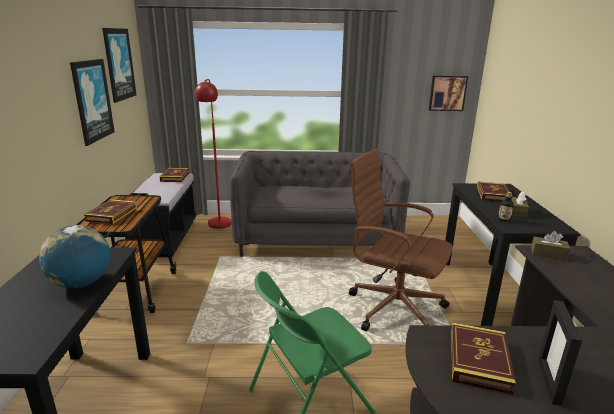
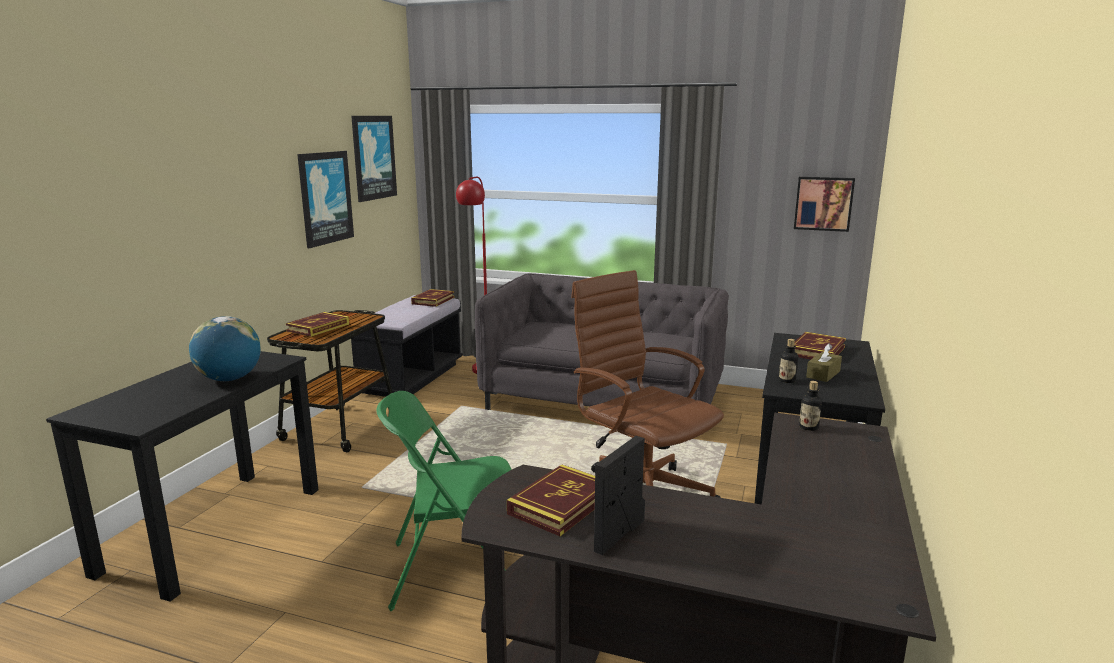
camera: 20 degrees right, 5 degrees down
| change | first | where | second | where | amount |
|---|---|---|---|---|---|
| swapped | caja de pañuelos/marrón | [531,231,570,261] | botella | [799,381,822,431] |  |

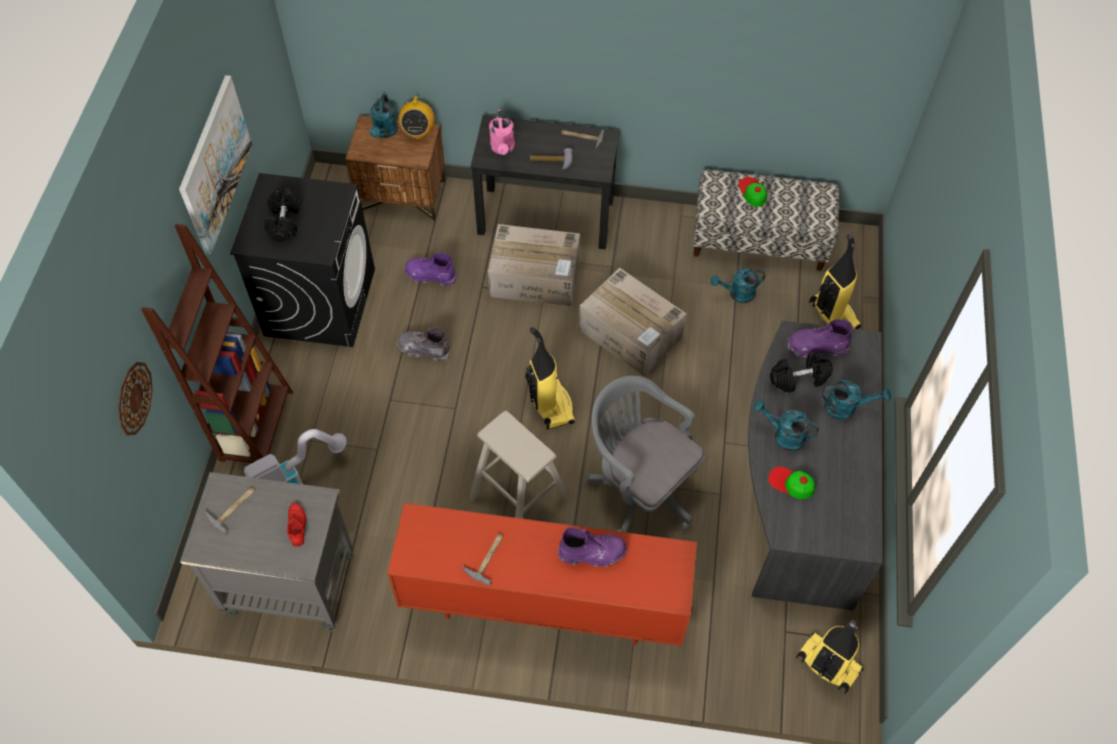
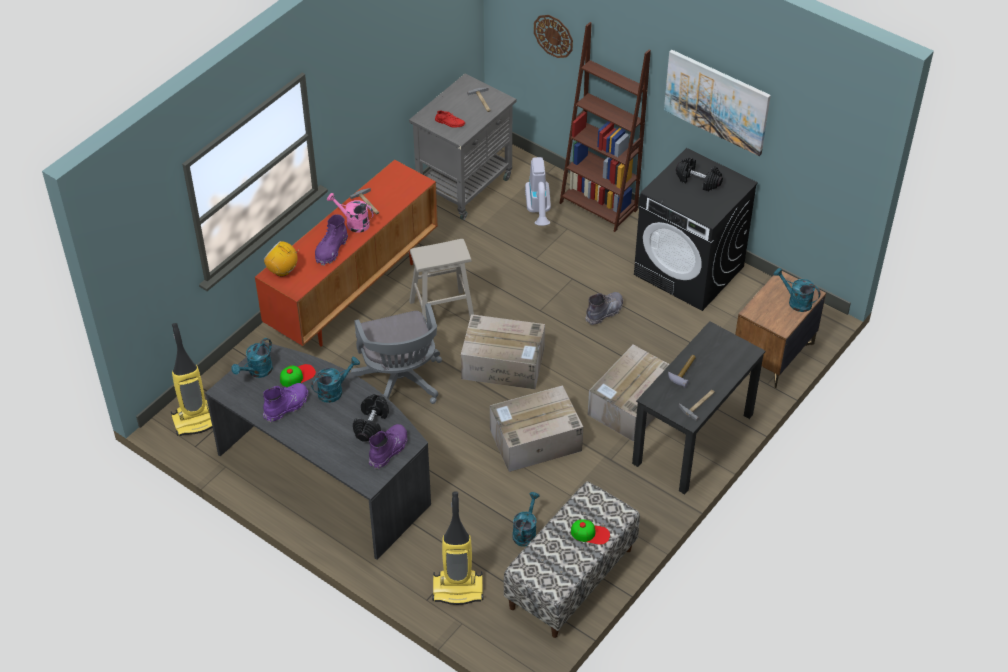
camera: 120 degrees right, 10 degrees down
| change | first | where | second | where | amount |
|---|---|---|---|---|---|
| shifted | radio | [398,96,435,139] |  | [264,241,300,276] |  |
| shifted | regadera/rosa | [489,109,515,155] |  | [327,193,374,233] |  |
| shifted | bota/morado | [404,253,456,286] |  | [263,383,309,422] |  |
| swapped | aspiradora | [525,327,575,429] | caja de cartón | [461,314,545,389] |  |
| rotated | silla de oficina/gris | [587,376,705,533] |  | [351,303,442,404] | 90 degrees clockwise |
| shifted | regadera/turquesa | [822,380,891,420] |  | [231,338,273,378] |  |

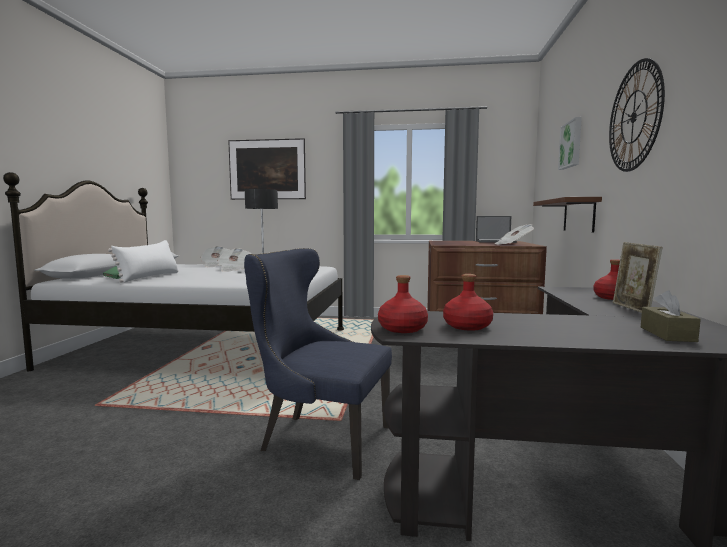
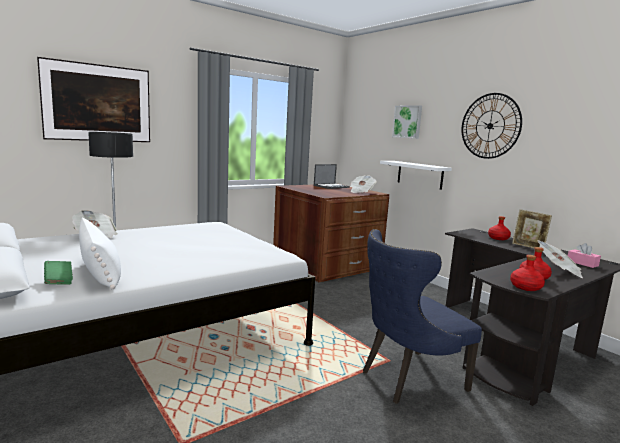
camera: 45 degrees left, 5 degrees up
| change | first | where | second | where | amount |
|---|---|---|---|---|---|
| repainted | estante/marrón | [533,197,602,233] | estante/blanco | [380,161,452,190] |  |
| shifted | periódico | [217,248,252,272] |  | [537,240,583,278] |  |
| repainted | caja de pañuelos/marrón | [641,290,701,342] | caja de pañuelos/rosa | [568,243,601,268] |  |

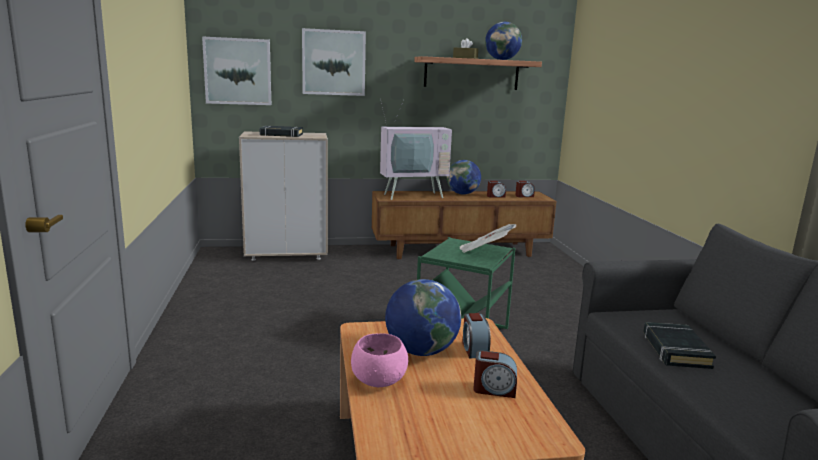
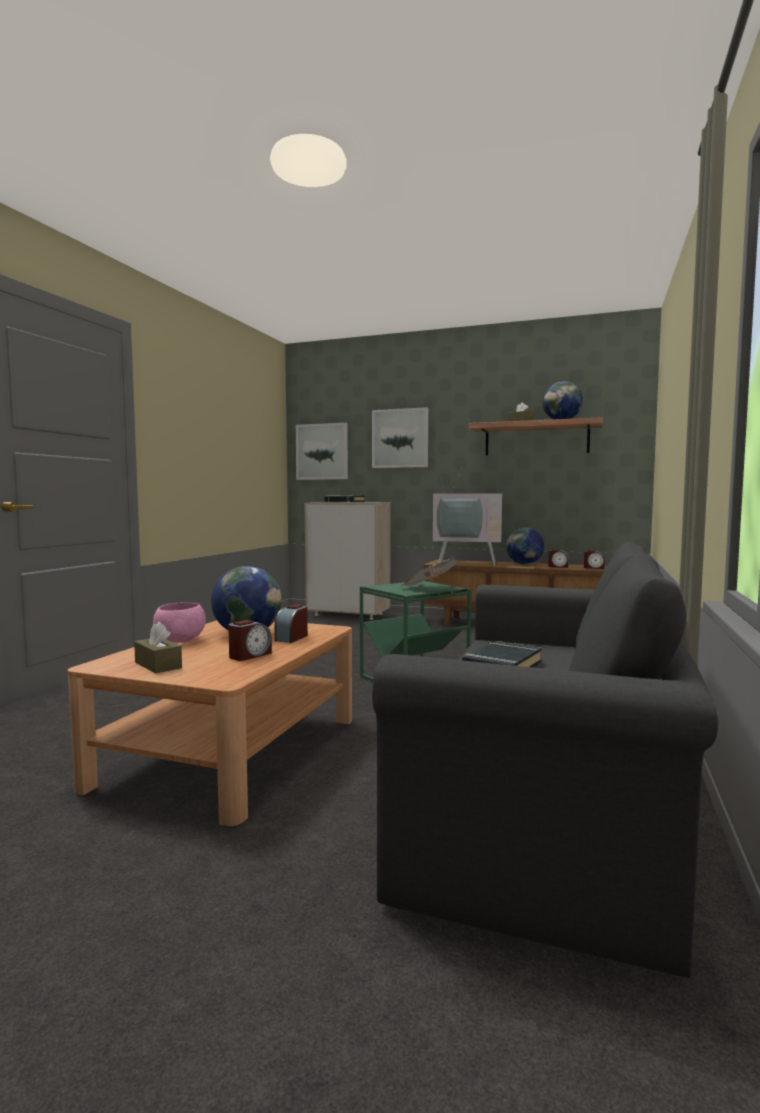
camera: 30 degrees right, 10 degrees down
| change | first | where | second | where | amount |
|---|---|---|---|---|---|
| rotated | despertador | [473,350,517,398] |  | [228,620,272,661] | 90 degrees counterclockwise |
| new |  |  | caja de pañuelos/marrón | [134,622,182,673] |  |

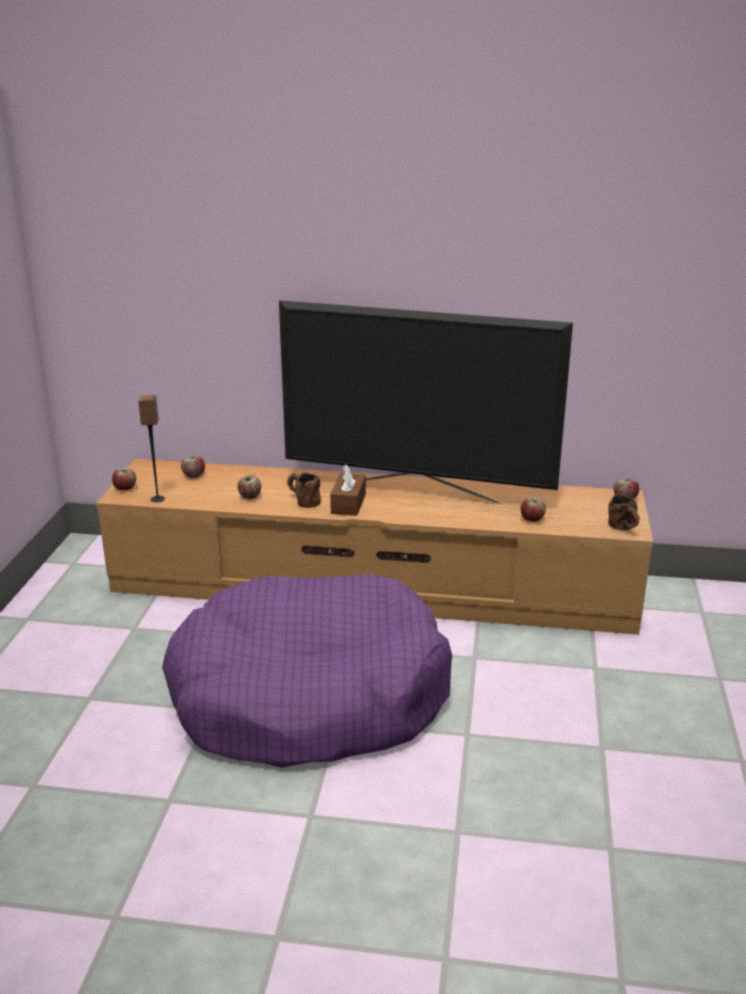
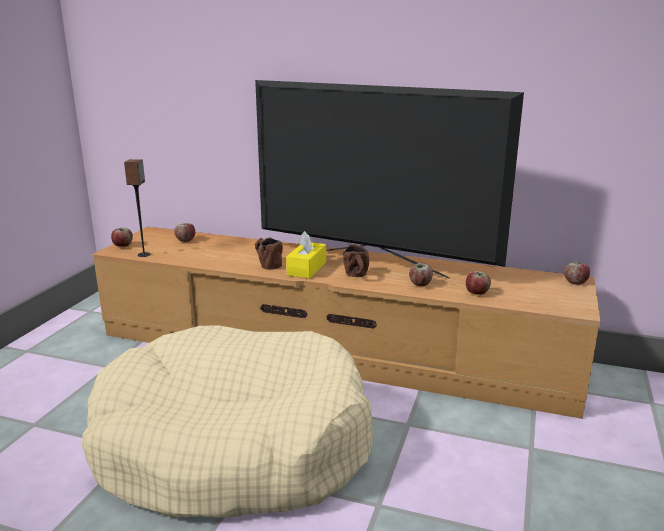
camera: 10 degrees right, 5 degrees down
| change | first | where | second | where | amount |
|---|---|---|---|---|---|
| repainted | caja de pañuelos/marrón | [330,464,366,516] | caja de pañuelos/amarillo | [286,231,326,279] |  |
| shifted | manzana | [237,475,261,499] |  | [409,263,433,286] |  |
| shifted | taza grande/marrón | [608,494,640,530] |  | [343,245,369,277] |  |
| repainted | cama para perro/morado | [162,574,452,768] | cama para perro/beis | [82,326,373,518] |  |

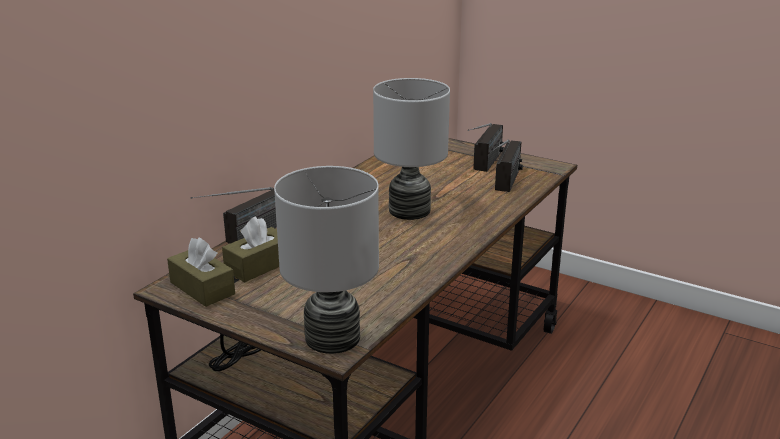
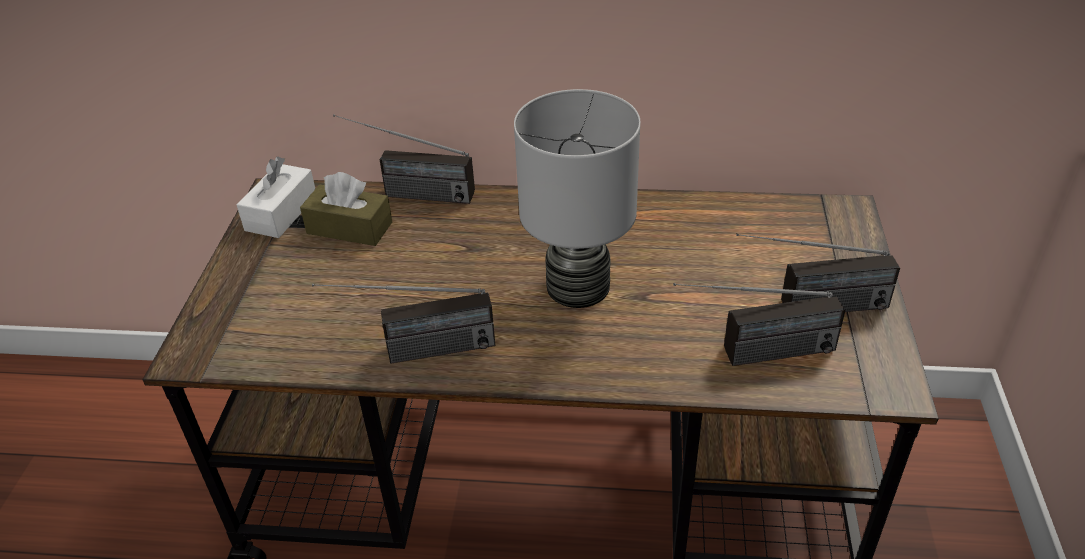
camera: 65 degrees right, 15 degrees up
| change | first | where | second | where | amount |
|---|---|---|---|---|---|
| gone | lámpara de mesa/gris | [274,166,379,354] |  |  |  |
| repainted | caja de pañuelos/marrón | [167,237,235,307] | caja de pañuelos/blanco | [237,157,315,238] |  |
| new |  |  | radio | [312,284,495,364] |  |

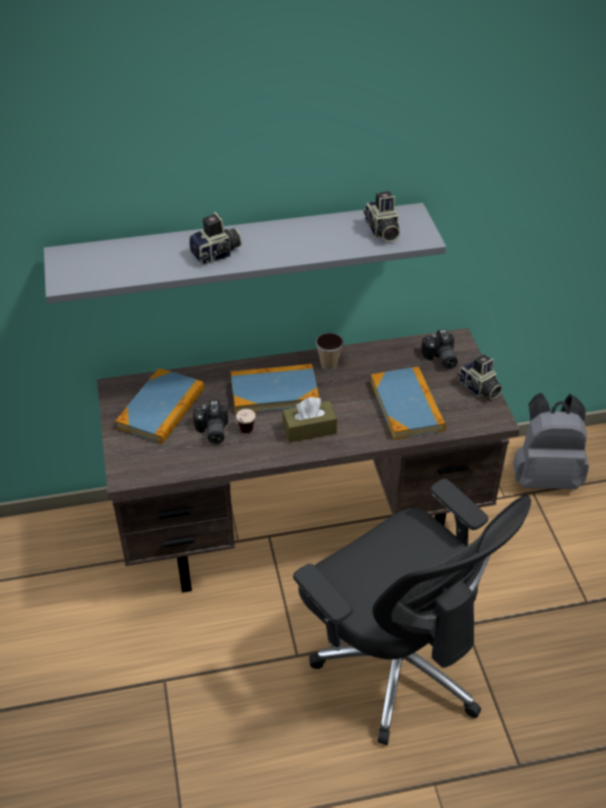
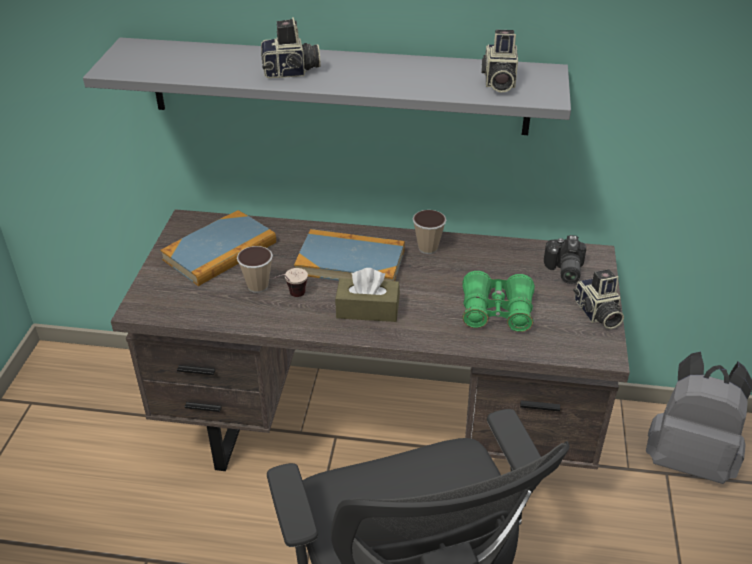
camera: 20 degrees right, 5 degrees down
| change | first | where | second | where | amount |
|---|---|---|---|---|---|
| swapped | libro | [370,366,446,440] | prismáticos/verde | [462,271,535,332] |  |
| swapped | cámara | [193,400,228,444] | taza | [237,246,273,293] |  |

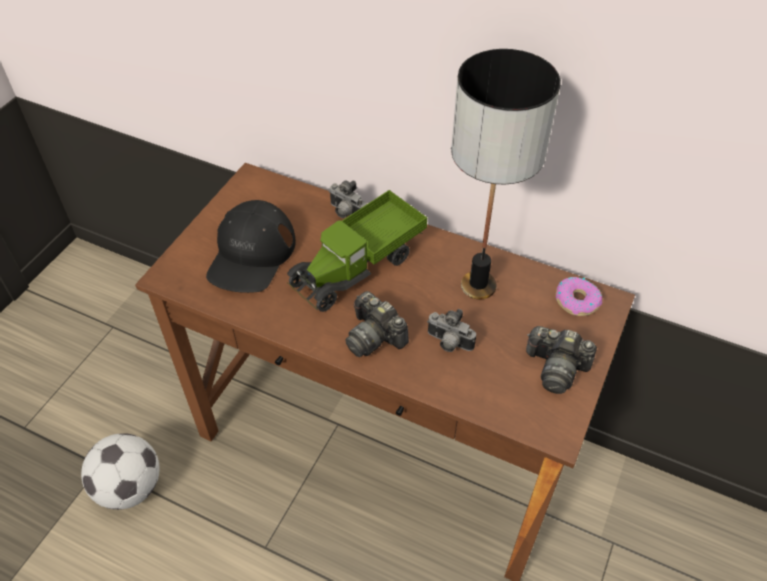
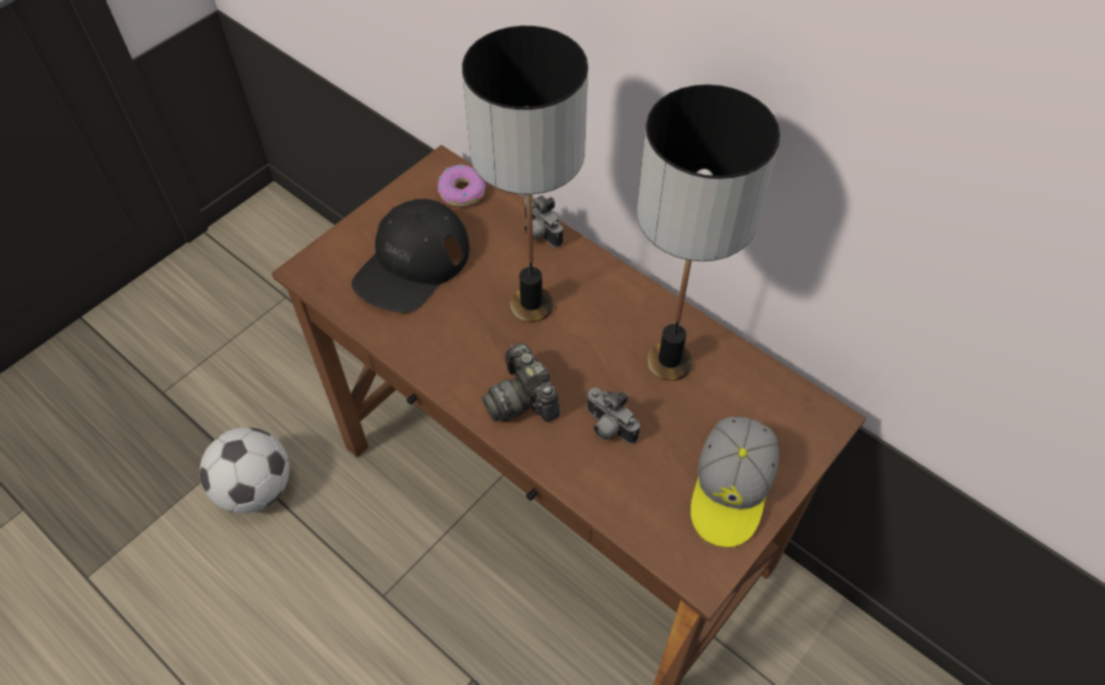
camera: 15 degrees right, 5 degrees up
| change | first | where | second | where | amount |
|---|---|---|---|---|---|
| swapped | camión de juguete | [287,190,428,312] | lámpara de mesa | [462,26,588,322] |  |
| shifted | rosquilla | [556,277,602,316] |  | [438,164,486,206] |  |
| swapped | cámara | [526,326,597,394] | gorra | [691,417,779,548] |  |

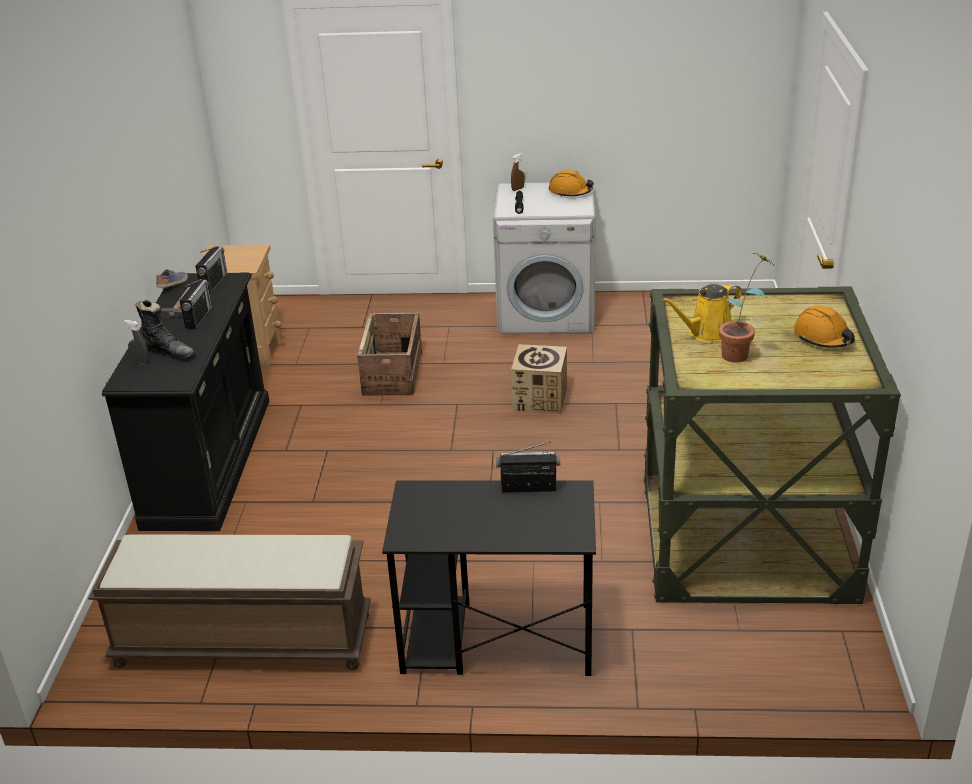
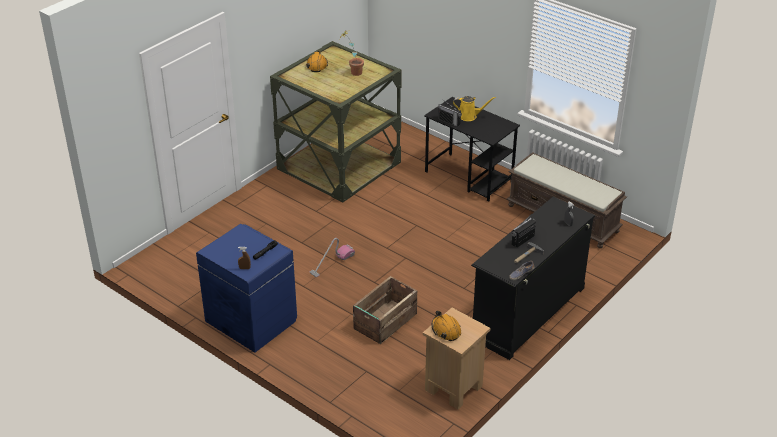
camera: 145 degrees left, 5 degrees up
| change | first | where | second | where | amount |
|---|---|---|---|---|---|
| shifted | casco/naranja | [549,170,594,197] |  | [431,310,461,341] |  |
| repainted | lavadora/blanco | [493,182,596,334] | lavadora/azul | [196,224,297,353] |  |
| gone | radio | [195,246,227,293] |  |  |  |
| shifted | regadera/amarillo | [662,283,742,342] |  | [453,96,496,121] |  |
| gone | bota/negro | [134,300,195,359] |  |  |  |
| swapped | caja de cartón | [511,344,567,414] | aspiradora | [310,238,355,277] |  |

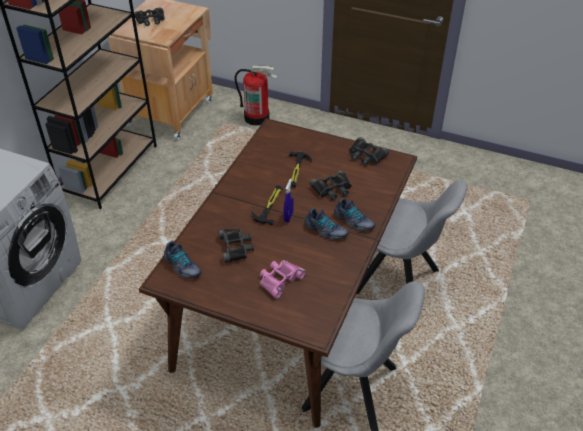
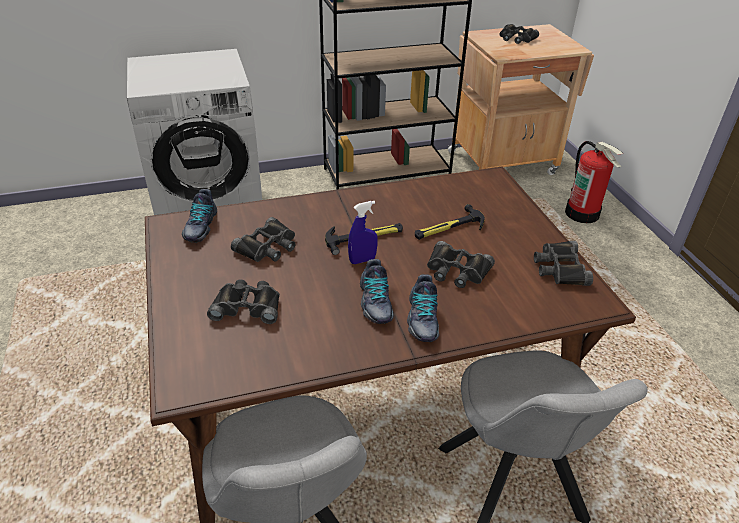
camera: 50 degrees right, 5 degrees down
| change | first | where | second | where | amount |
|---|---|---|---|---|---|
| repainted | prismáticos/rosa | [260,260,306,299] | prismáticos/negro | [207,279,280,324] |  |

